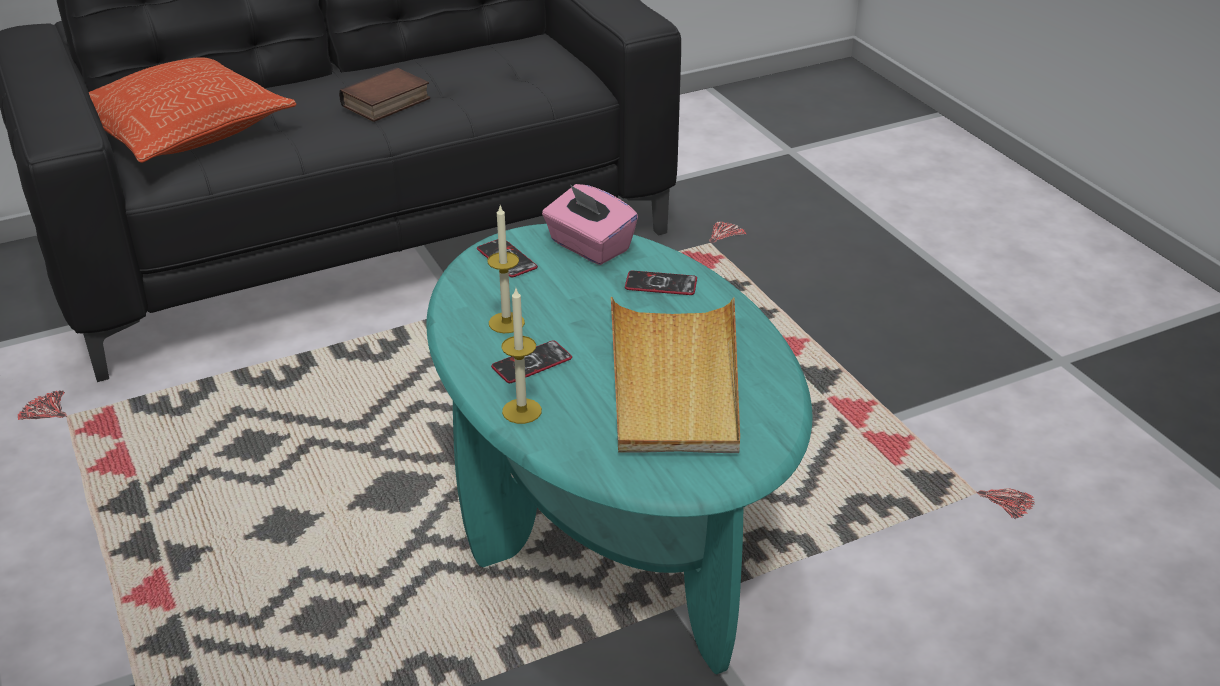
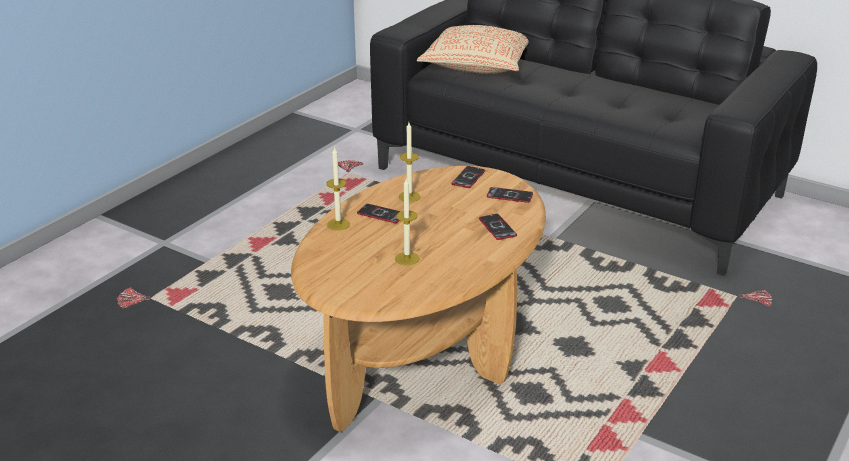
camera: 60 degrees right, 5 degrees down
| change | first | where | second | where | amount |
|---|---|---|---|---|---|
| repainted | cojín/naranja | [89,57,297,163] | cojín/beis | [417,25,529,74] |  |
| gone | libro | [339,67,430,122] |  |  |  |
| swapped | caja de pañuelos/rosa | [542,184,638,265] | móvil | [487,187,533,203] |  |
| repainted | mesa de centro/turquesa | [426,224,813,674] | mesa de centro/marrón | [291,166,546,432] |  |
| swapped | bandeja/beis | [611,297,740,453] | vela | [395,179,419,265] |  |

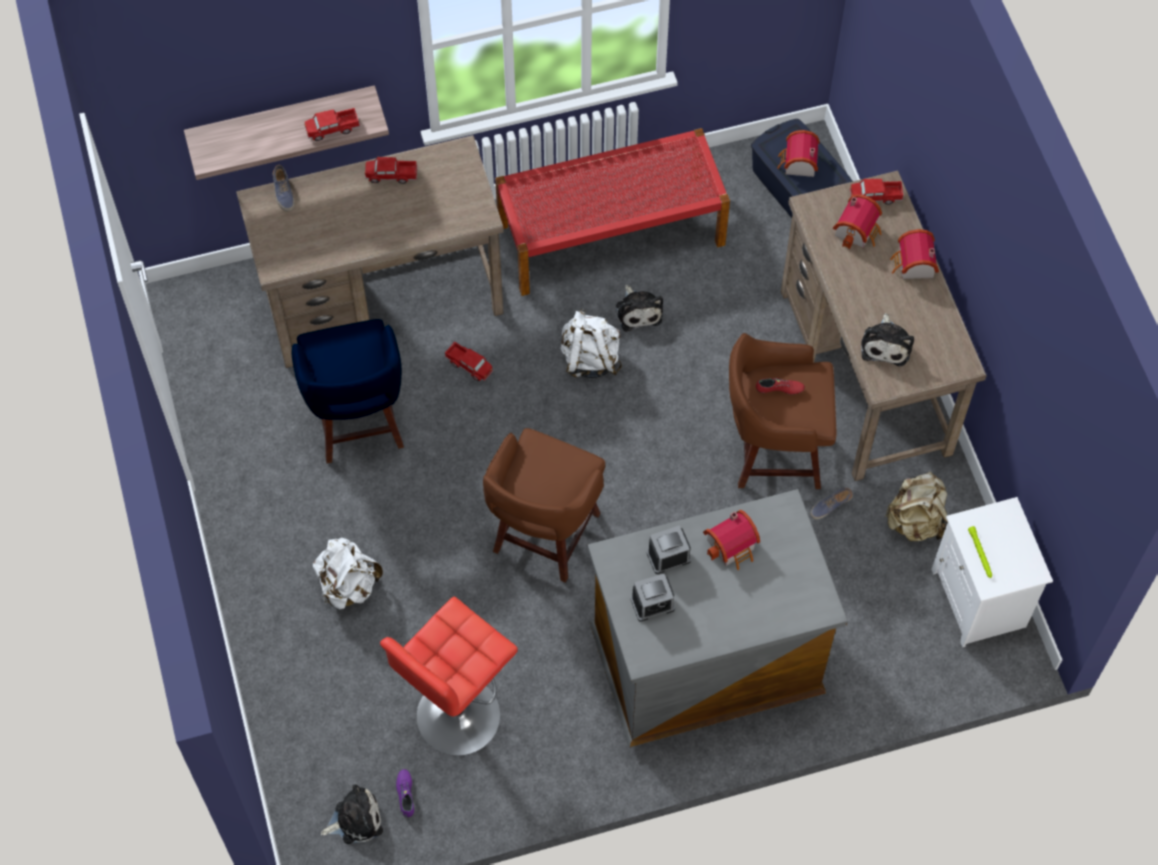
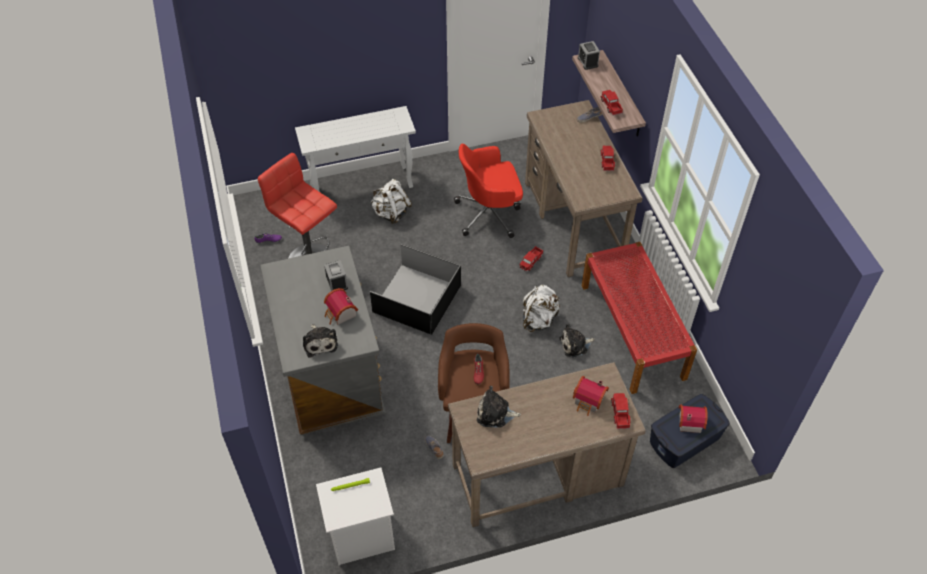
camera: 90 degrees right, 10 degrees down
| change | first | where | second | where | amount |
|---|---|---|---|---|---|
| gone | casita | [890,229,939,279] |  |  |  |
| swapped | taburete/azul | [292,319,404,463] | silla de oficina/rojo | [454,143,523,238] |  |
| swapped | taburete/marrón | [483,428,605,583] | caja de almacenaje/negro | [370,244,461,334] |  |
| gone | mochila/beis | [885,472,948,541] |  |  |  |
| shifted | despertador | [631,574,675,622] |  | [578,41,600,70] |  |
| shifted | peluche | [321,784,383,844] |  | [303,324,338,358] |  |
| new |  |  | mesa consola/blanco | [295,106,416,192] |  |

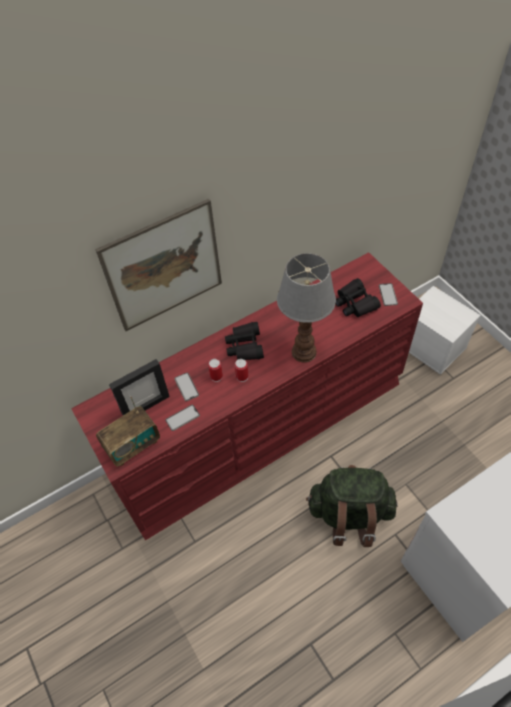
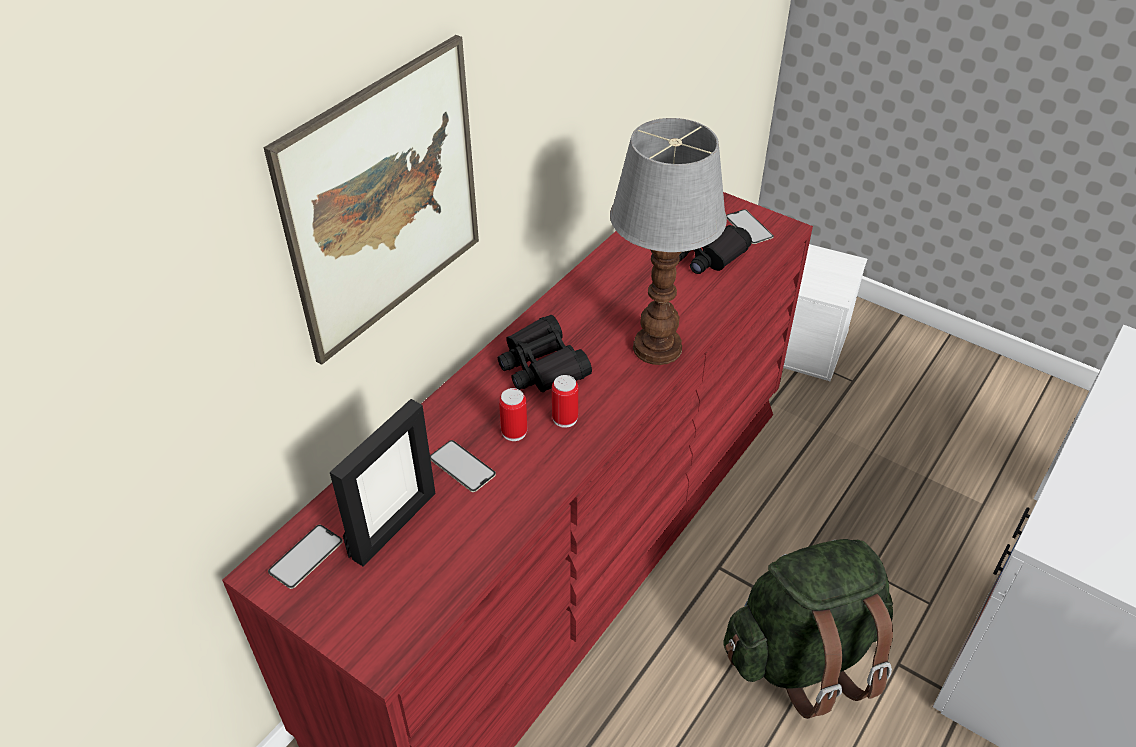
camera: 25 degrees left, 10 degrees down
| change | first | where | second | where | amount |
|---|---|---|---|---|---|
| gone | radio | [96,396,160,467] |  |  |  |
| shifted | móvil | [165,405,200,431] |  | [268,524,343,589] |  |

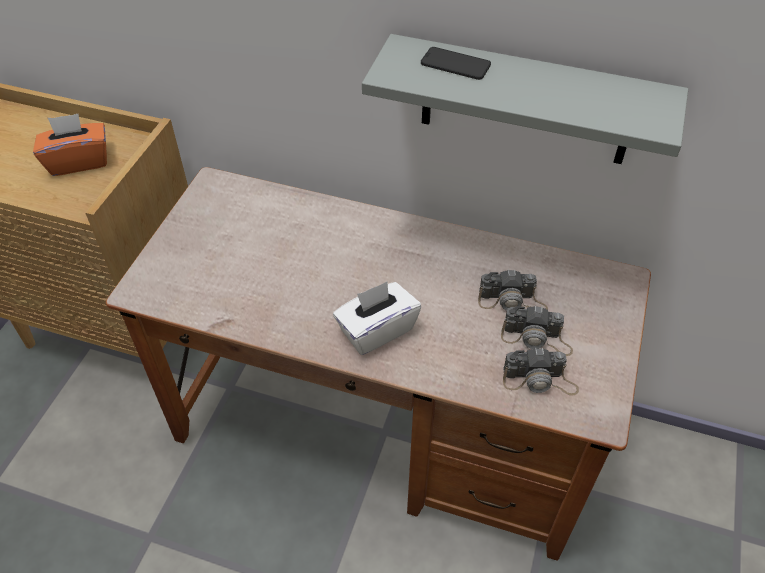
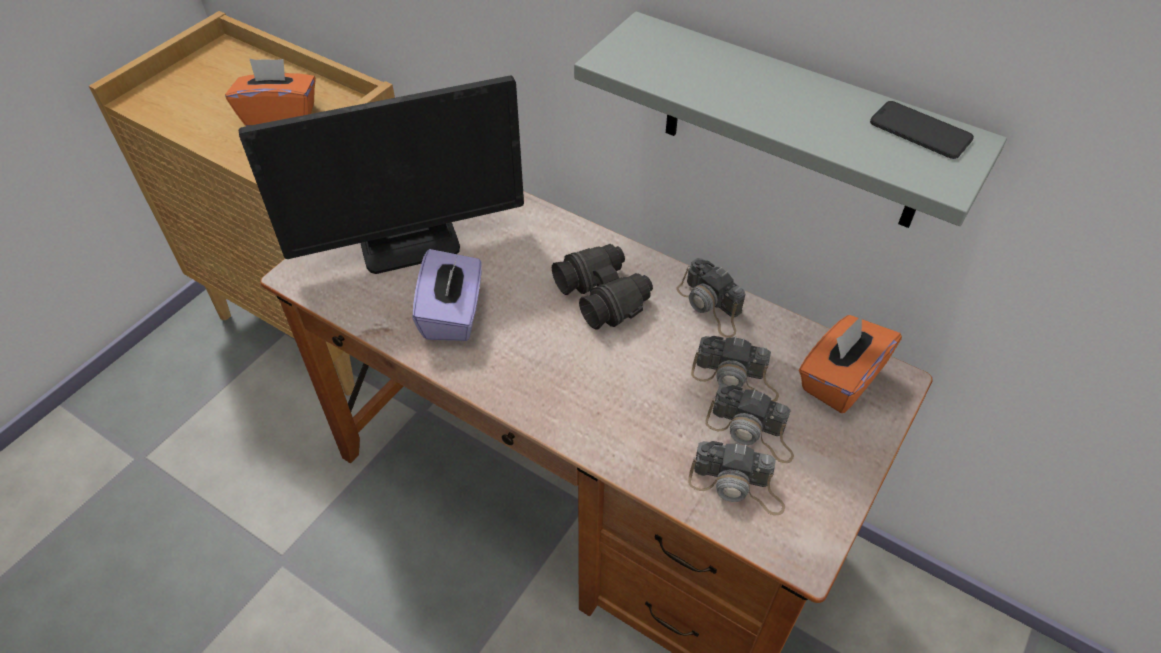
camera: 15 degrees right, 0 degrees up
| change | first | where | second | where | amount |
|---|---|---|---|---|---|
| shifted | móvil | [421,47,491,80] |  | [870,101,974,159] |  |
| gone | caja de pañuelos/blanco | [333,282,421,355] |  |  |  |
| new |  |  | monitor | [239,75,524,274] |  |
| new |  |  | prismáticos/negro | [552,244,653,329] |  |
| new |  |  | caja de pañuelos/morado | [412,249,482,341] |  |
| new |  |  | cámara | [677,258,745,338] |  |
| new |  |  | caja de pañuelos/naranja | [799,315,902,413] |  |

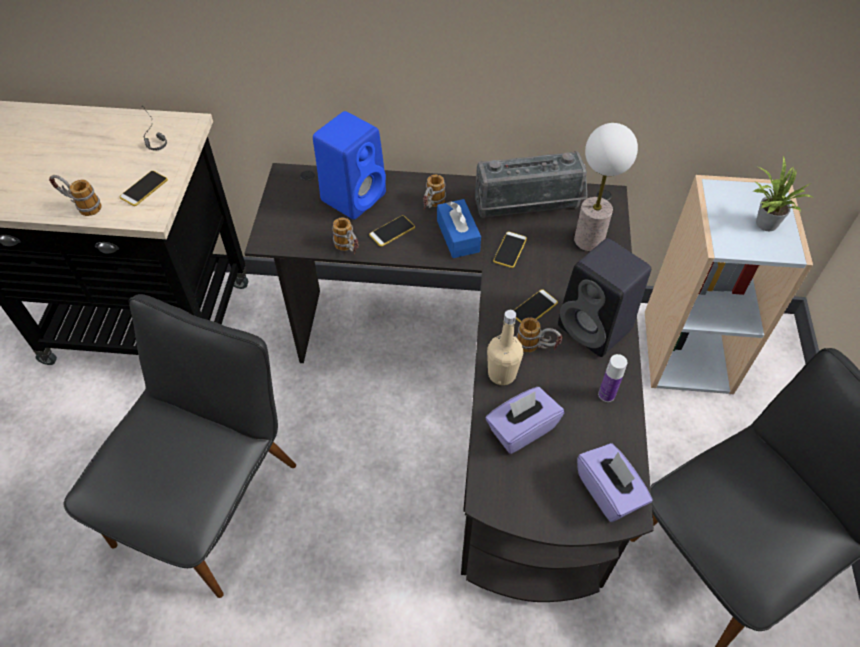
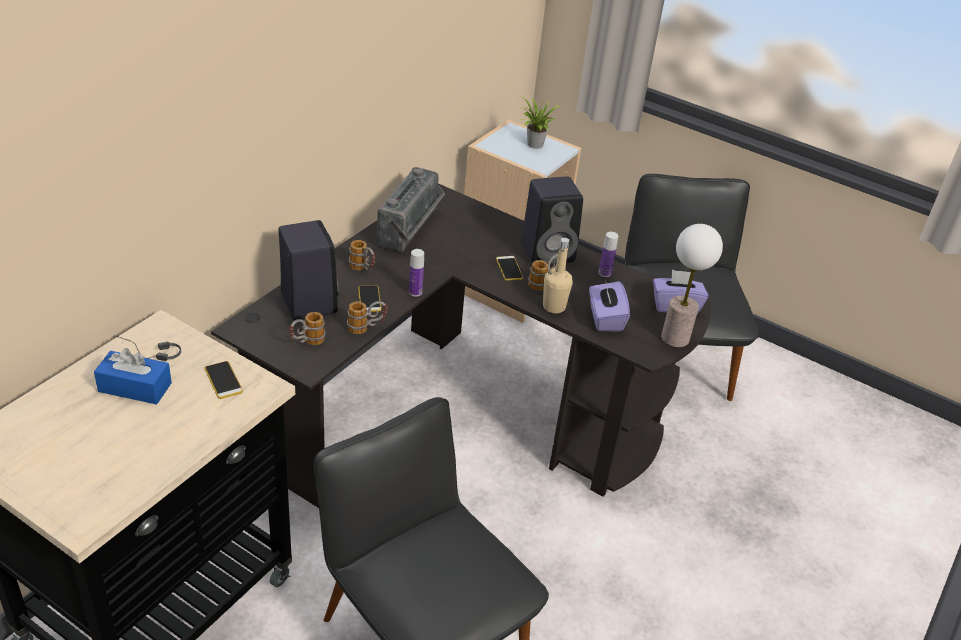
camera: 65 degrees left, 15 degrees down
| change | first | where | second | where | amount |
|---|---|---|---|---|---|
| repainted | altavoz/azul | [313,111,386,220] | altavoz/negro | [278,220,339,320] |  |
| shifted | lámpara de mesa | [574,123,638,251] |  | [661,224,723,347] |  |
| shifted | taza grande | [49,175,102,216] |  | [289,312,325,345] |  |
| shifted | caja de pañuelos/azul | [437,199,481,258] |  | [94,348,172,405] |  |
| gone | móvil | [493,231,527,268] |  |  |  |
| new |  |  | botella | [409,249,424,296] |  |

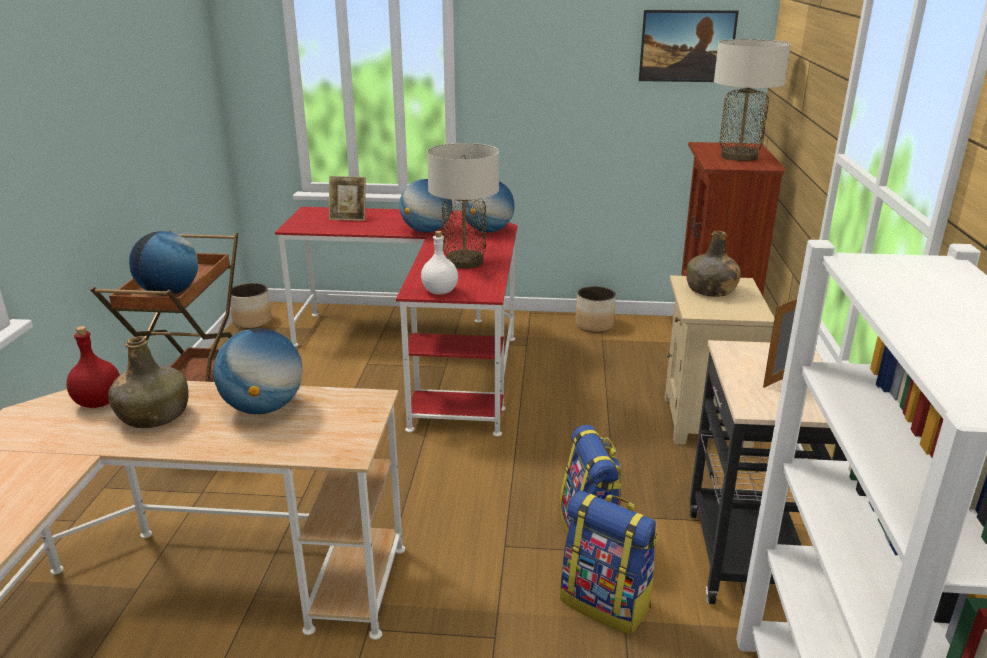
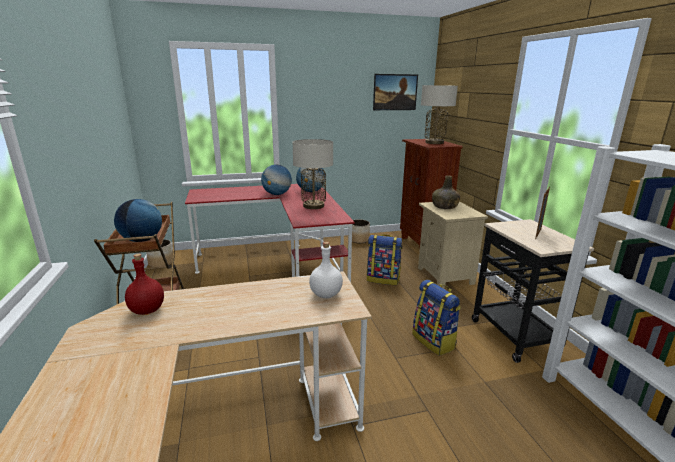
camera: 20 degrees left, 5 degrees down
| change | first | where | second | where | amount |
|---|---|---|---|---|---|
| gone | portarretratos | [329,176,366,221] |  |  |  |
| shifted | botella/blanco | [421,231,458,295] |  | [309,242,343,298] |  |
| gone | globo terráqueo | [213,328,303,414] |  |  |  |
| gone | botella/verde | [108,336,189,428] |  |  |  |
| shifted | mochila | [560,490,658,634] |  | [367,234,402,285] |  |

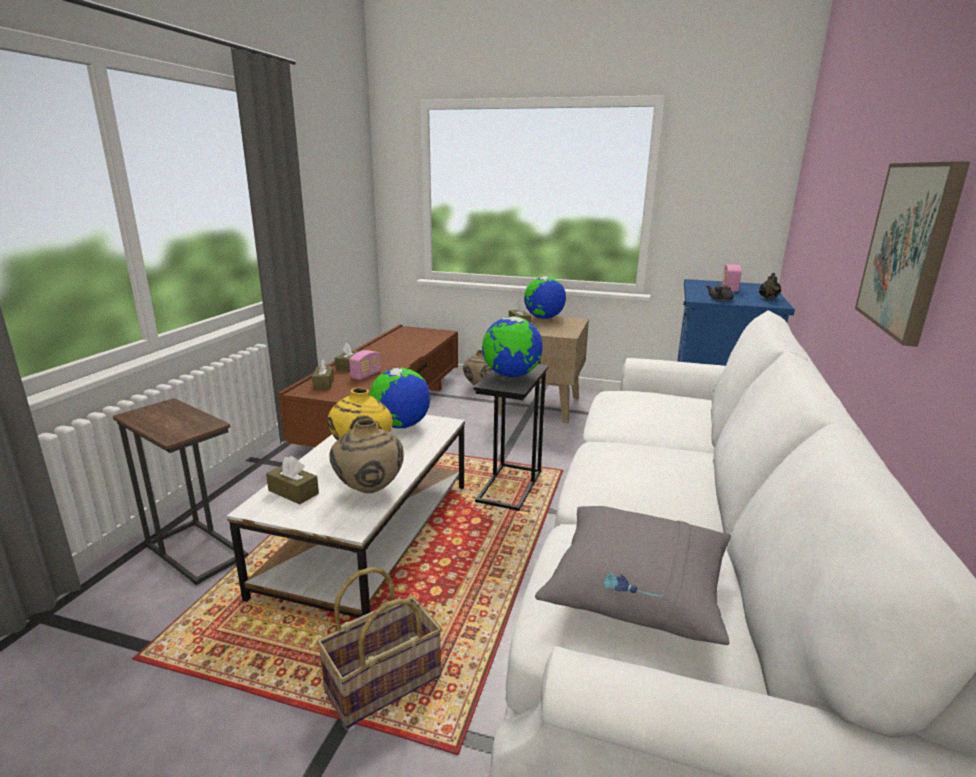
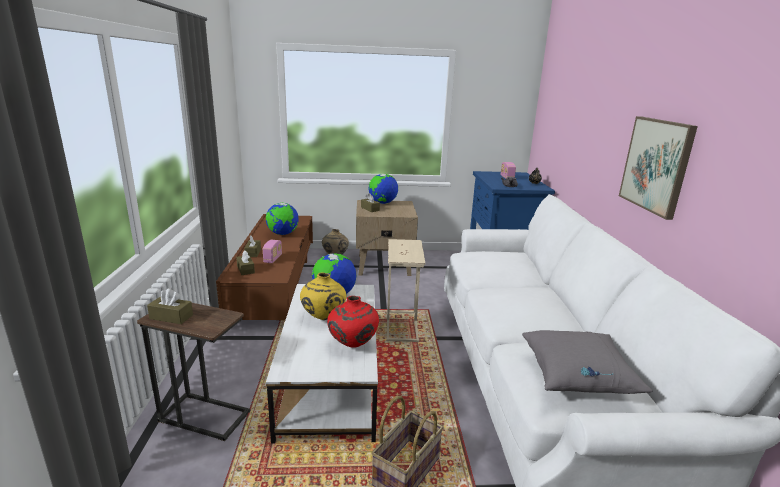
camera: 20 degrees left, 0 degrees up
| change | first | where | second | where | amount |
|---|---|---|---|---|---|
| shifted | globo terráqueo | [482,316,543,377] |  | [266,203,299,235] |  |
| repainted | mesa auxiliar/negro | [474,364,548,511] | mesa auxiliar/beis | [386,239,425,342] |  |
| repainted | florero/beis | [329,419,404,493] | florero/rojo | [327,296,379,348] |  |
| shifted | caja de pañuelos/marrón | [266,456,319,505] |  | [147,289,193,324] |  |

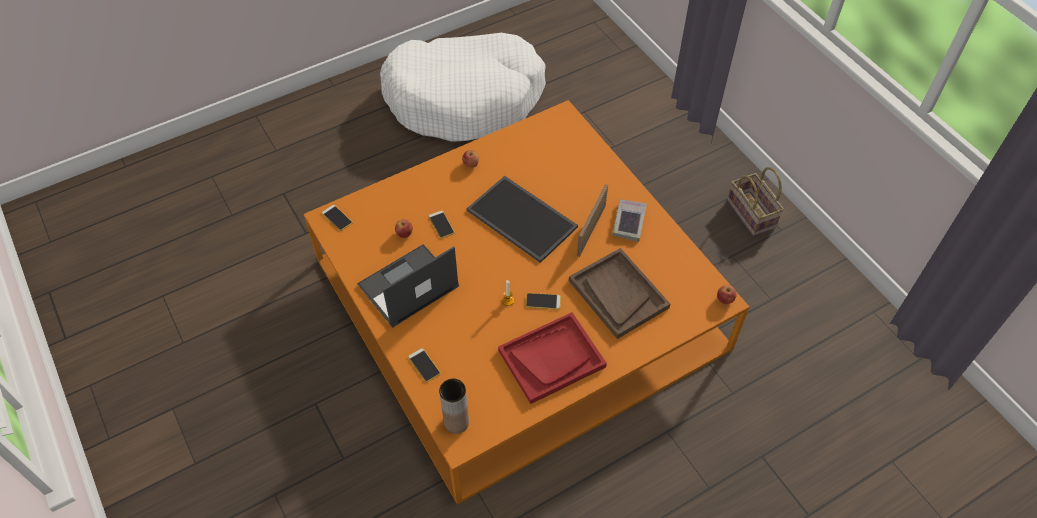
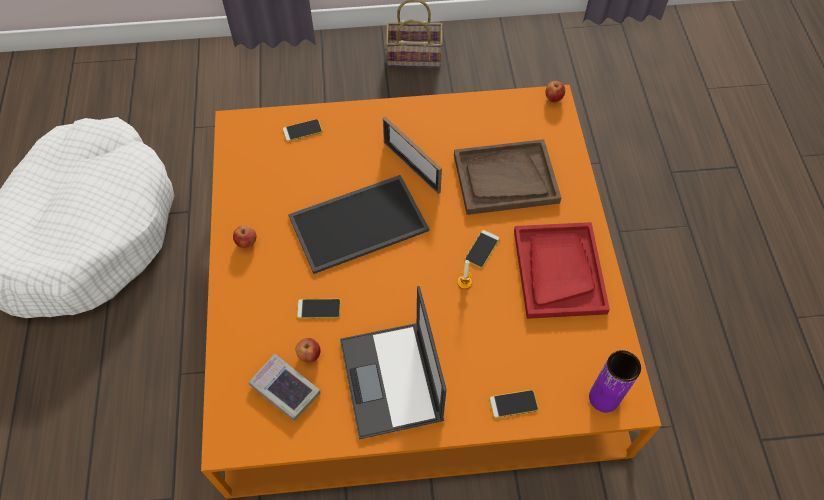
camera: 65 degrees left, 5 degrees up
| change | first | where | second | where | amount |
|---|---|---|---|---|---|
| shifted | libro | [612,199,647,242] |  | [249,354,320,421] |  |
| shifted | móvil | [322,205,353,231] |  | [282,119,323,142] |  |
| repainted | florero/marrón | [439,379,469,434] | florero/morado | [589,350,641,413] |  |

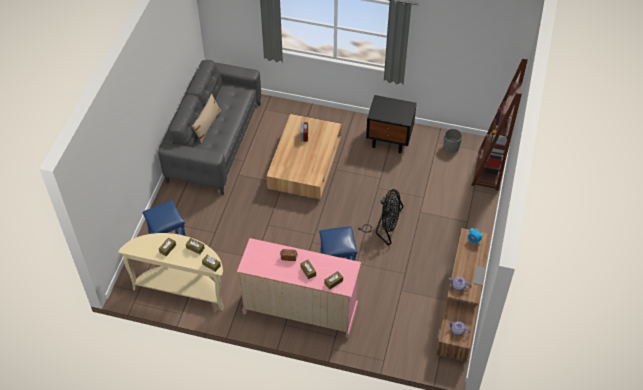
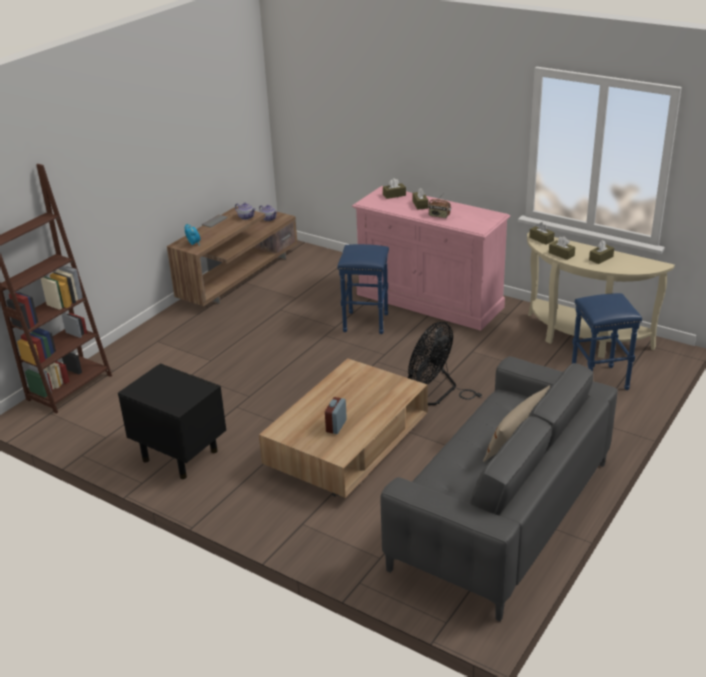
camera: 160 degrees left, 20 degrees down
| change | first | where | second | where | amount |
|---|---|---|---|---|---|
| gone | maceta/gris | [443,128,462,153] |  |  |  |
| shifted | ventilador/negro | [358,189,403,246] |  | [408,322,482,405] |  |

